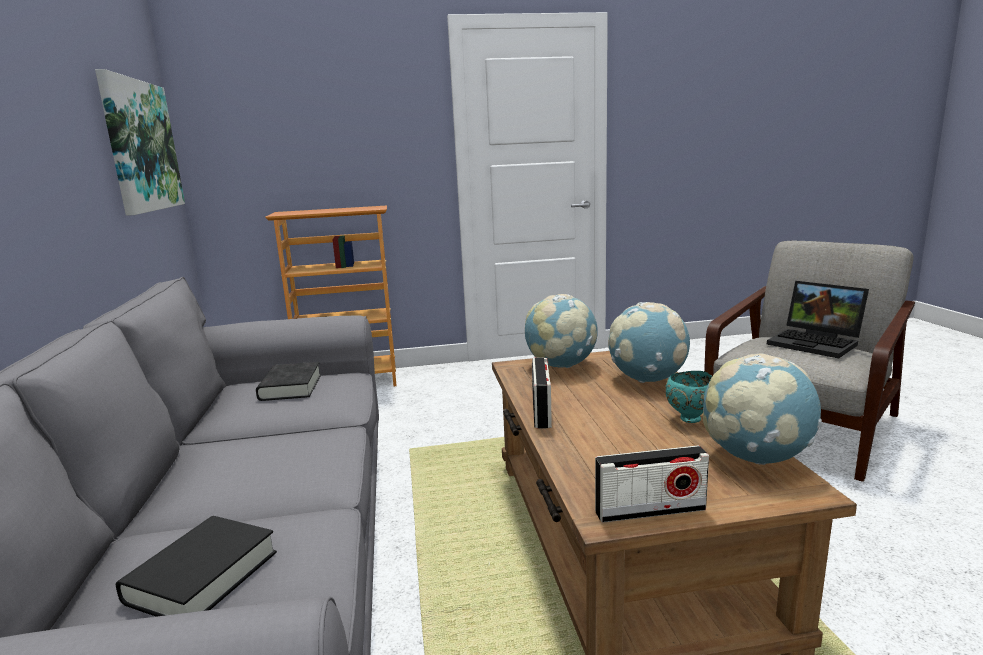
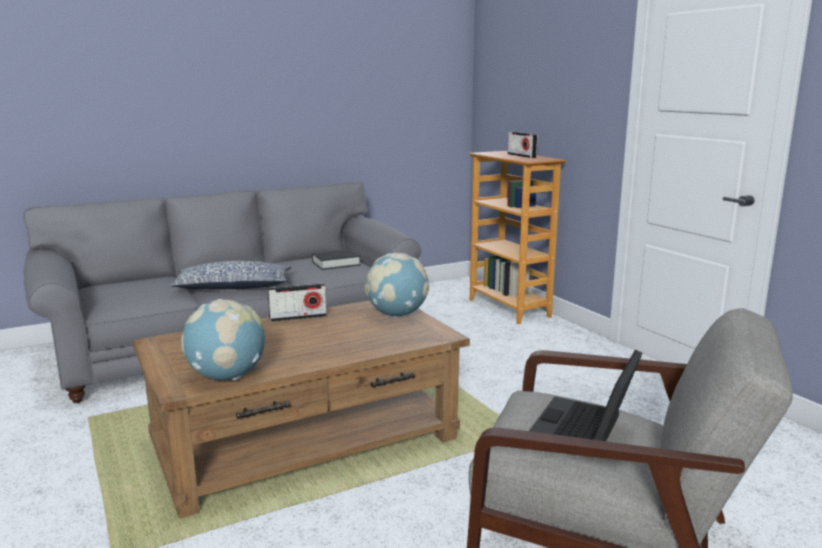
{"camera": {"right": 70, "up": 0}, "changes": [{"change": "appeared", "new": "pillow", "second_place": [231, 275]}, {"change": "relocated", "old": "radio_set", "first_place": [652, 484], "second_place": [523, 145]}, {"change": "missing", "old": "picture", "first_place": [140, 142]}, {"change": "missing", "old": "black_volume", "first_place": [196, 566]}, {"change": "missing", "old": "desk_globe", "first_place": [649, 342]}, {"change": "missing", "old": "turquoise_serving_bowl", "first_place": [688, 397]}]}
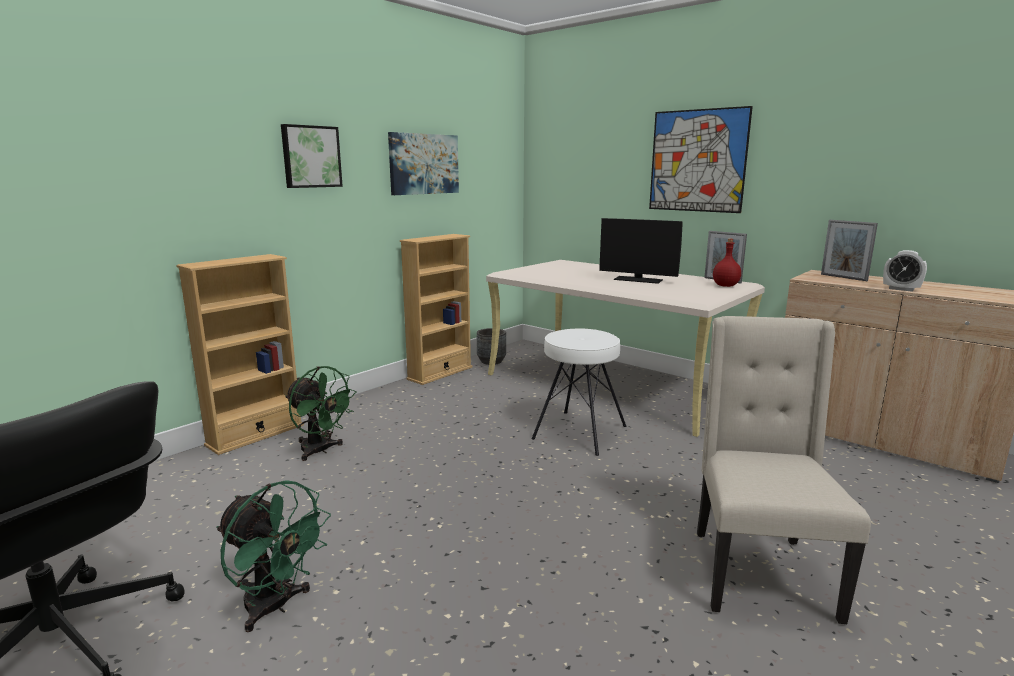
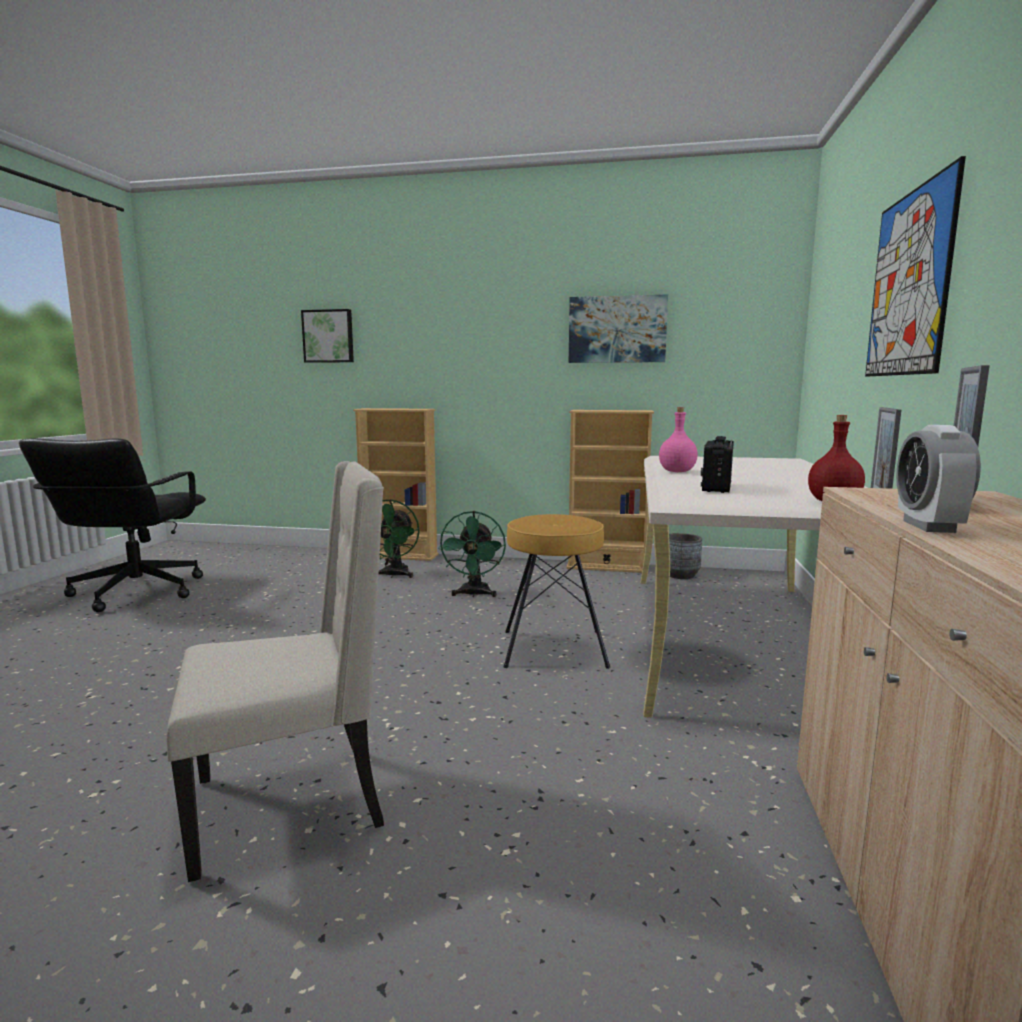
{"camera": {"right": 60, "up": -5}, "changes": [{"change": "relocated", "old": "picture", "first_place": [312, 156], "second_place": [327, 336]}, {"change": "relocated", "old": "green-coloured_electric_fan", "first_place": [274, 556], "second_place": [472, 554]}, {"change": "colour", "old": "whitish_sitting_stool", "new": "brown-coloured_sitting_stool", "first_place": [579, 392], "second_place": [557, 591]}, {"change": "appeared", "new": "pink-coloured_beverage_bottle", "second_place": [678, 439]}, {"change": "appeared", "new": "radio_set", "second_place": [717, 464]}, {"change": "missing", "old": "computer_display", "first_place": [641, 251]}]}
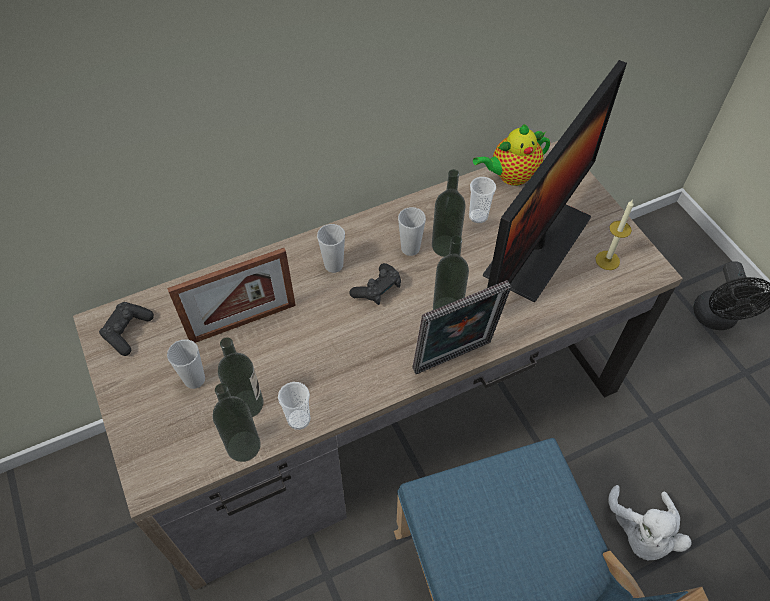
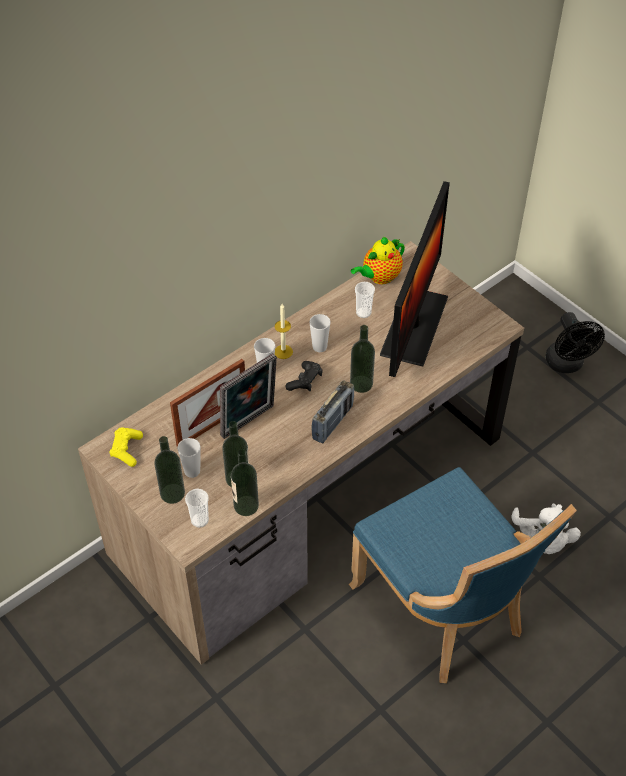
{"camera": {"right": -15, "up": -5}, "changes": [{"change": "colour", "old": "black_joypad", "new": "yellow_joypad", "first_place": [126, 329], "second_place": [126, 447]}, {"change": "relocated", "old": "beverage_bottle", "first_place": [449, 213], "second_place": [169, 470]}, {"change": "relocated", "old": "drinking_cup", "first_place": [294, 406], "second_place": [197, 508]}, {"change": "relocated", "old": "photo_frame", "first_place": [461, 327], "second_place": [248, 396]}, {"change": "relocated", "old": "candle", "first_place": [614, 235], "second_place": [284, 331]}, {"change": "appeared", "new": "radio_set", "second_place": [332, 412]}]}
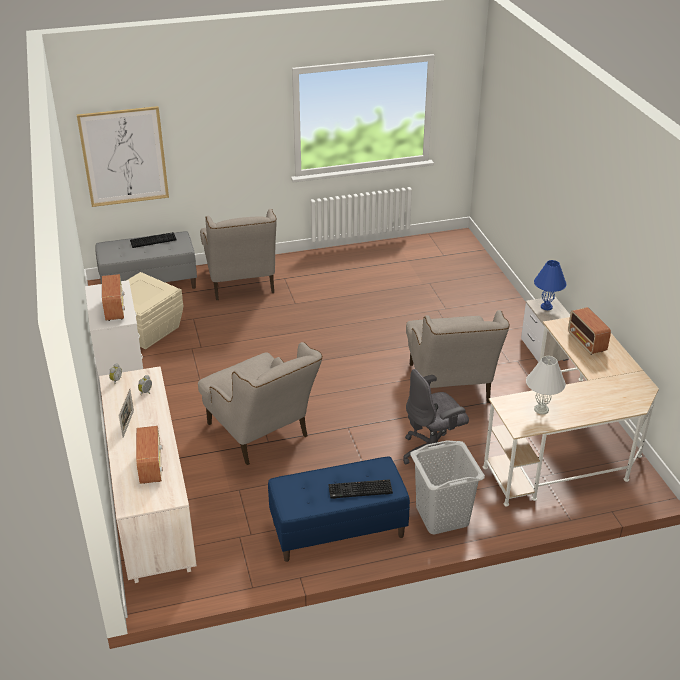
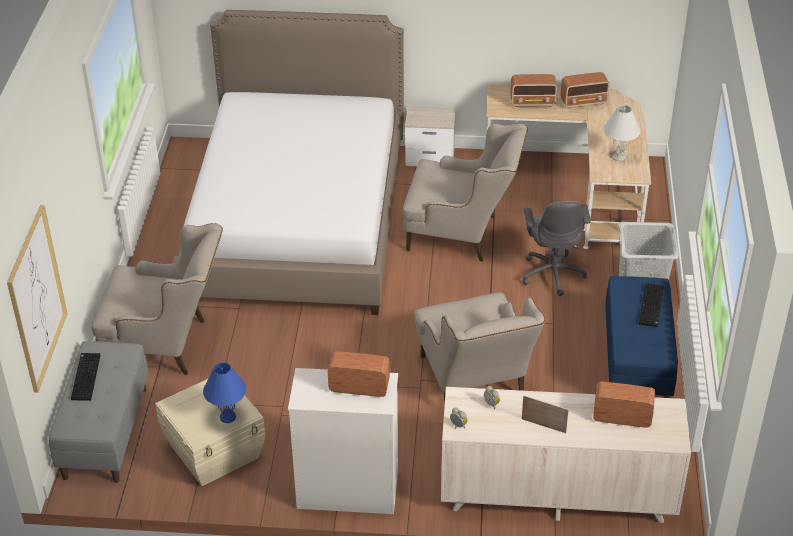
{"camera": {"right": -70, "up": 5}, "changes": [{"change": "appeared", "new": "bedroom_bed", "second_place": [288, 162]}, {"change": "relocated", "old": "blue-coloured_lamp_for_a_table", "first_place": [550, 285], "second_place": [224, 392]}, {"change": "spun", "old": "sand-coloured_armchair", "first_place": [260, 403], "second_place": [479, 347], "degrees": 90}, {"change": "appeared", "new": "radio_set", "second_place": [584, 90]}]}
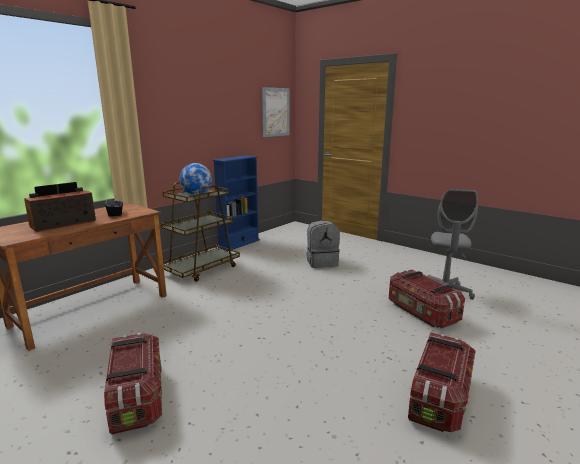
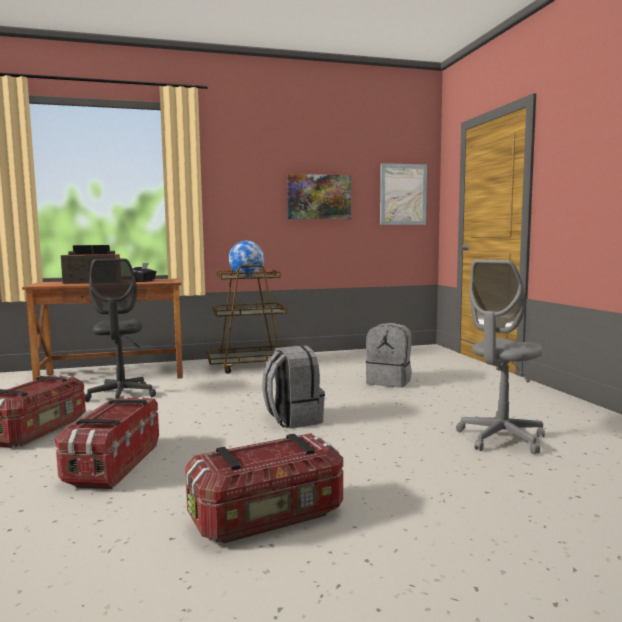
{"camera": {"right": 35, "up": -10}, "changes": [{"change": "relocated", "old": "storage_bin", "first_place": [427, 299], "second_place": [107, 443]}, {"change": "appeared", "new": "gray_office_chair", "second_place": [120, 330]}, {"change": "appeared", "new": "gray_knapsack", "second_place": [293, 387]}, {"change": "appeared", "new": "picture", "second_place": [319, 196]}, {"change": "missing", "old": "blue-coloured_bookshelf", "first_place": [236, 203]}]}
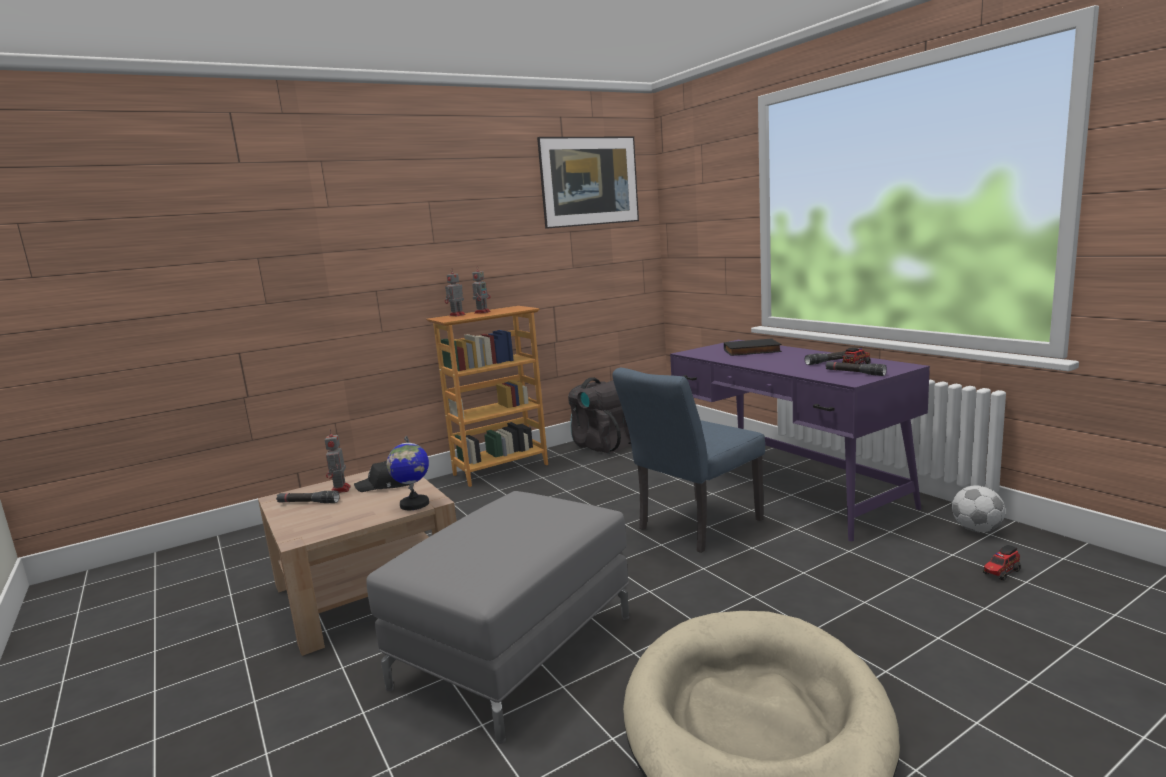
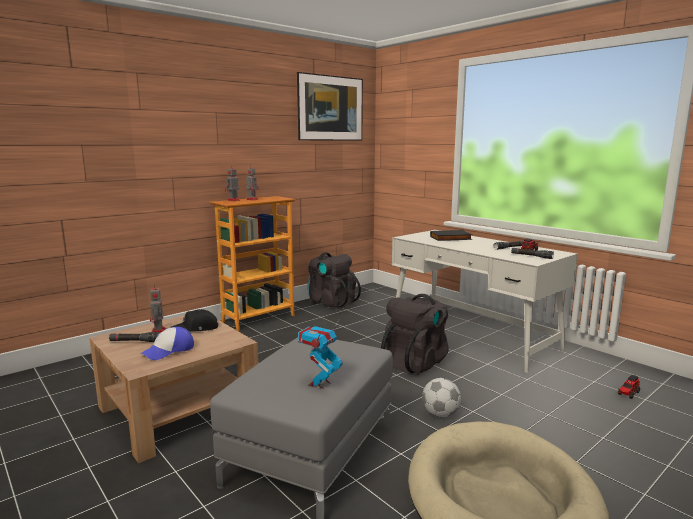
{"camera": {"right": -10, "up": 0}, "changes": [{"change": "appeared", "new": "peaked_cap", "second_place": [167, 343]}, {"change": "appeared", "new": "model_robot", "second_place": [320, 354]}, {"change": "exchanged", "old": "blue-coloured_plain_chair", "new": "black_knapsack", "first_place": [688, 460], "second_place": [415, 335]}, {"change": "colour", "old": "purple-coloured_desk_table", "new": "whitish_desk_table", "first_place": [800, 440], "second_place": [485, 301]}, {"change": "relocated", "old": "football", "first_place": [978, 508], "second_place": [441, 397]}, {"change": "missing", "old": "desk_globe", "first_place": [408, 473]}]}
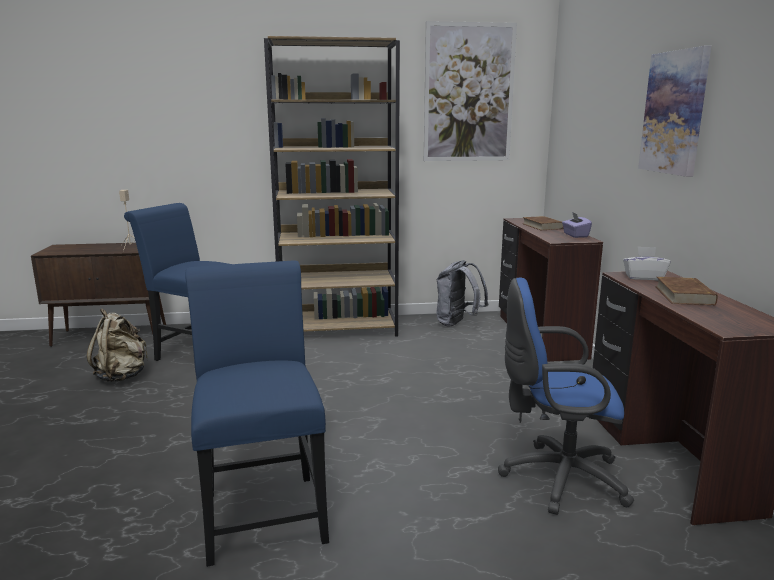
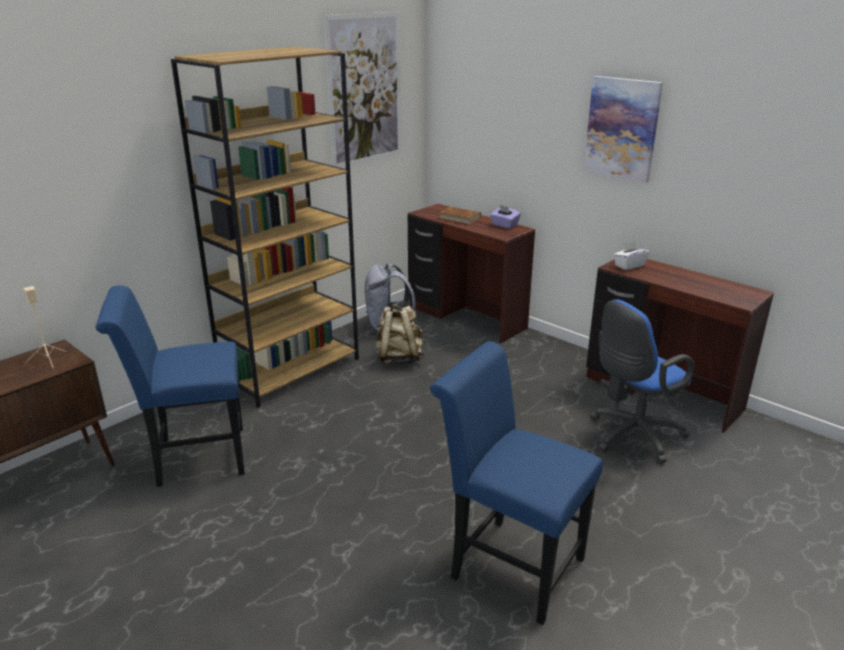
{"camera": {"right": -40, "up": 10}, "changes": [{"change": "relocated", "old": "sand-coloured_knapsack", "first_place": [117, 345], "second_place": [400, 334]}, {"change": "missing", "old": "brown-coloured_volume", "first_place": [686, 291]}]}
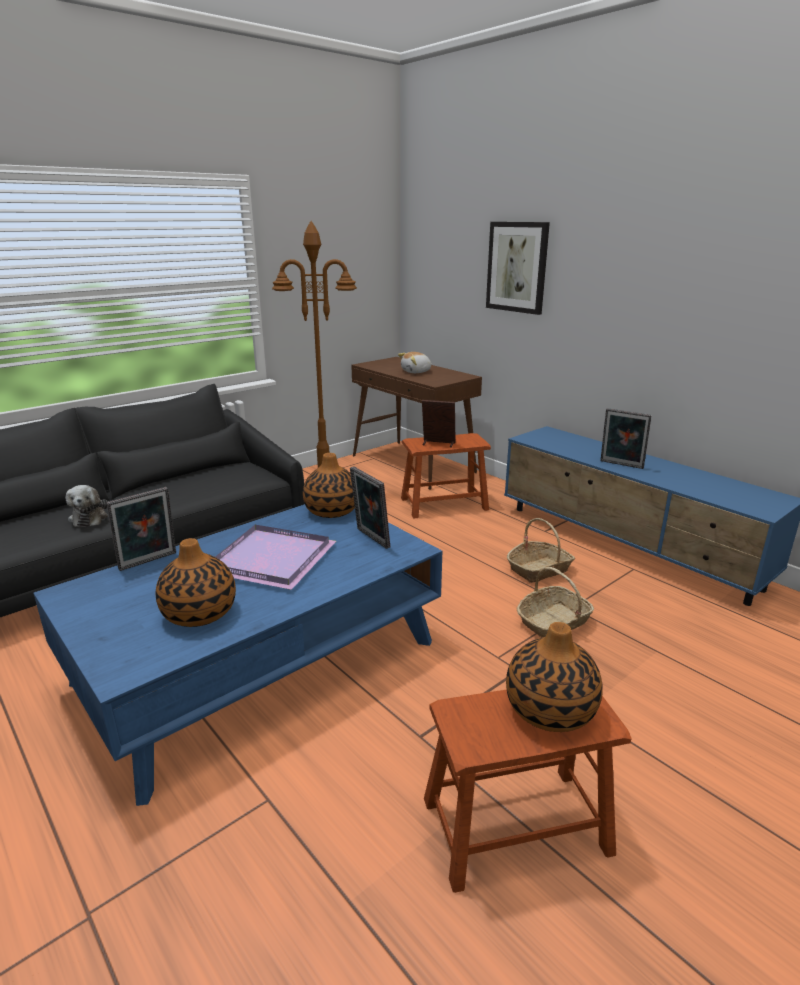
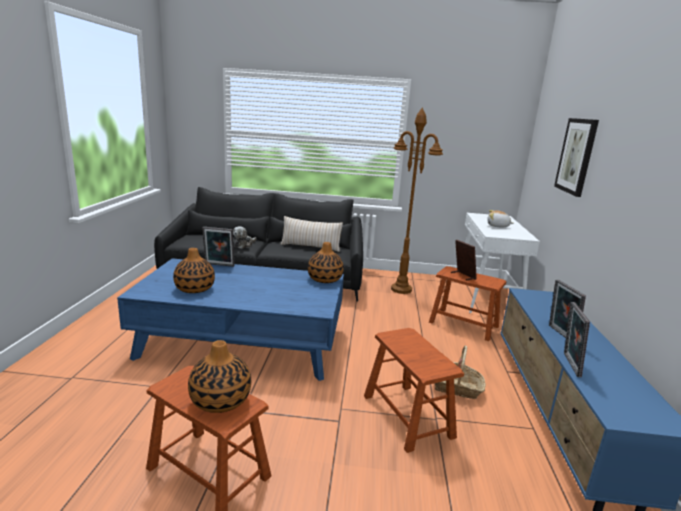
{"camera": {"right": 45, "up": -5}, "changes": [{"change": "appeared", "new": "sand-coloured_pillow", "second_place": [311, 234]}, {"change": "exchanged", "old": "storage_basket", "new": "brown-coloured_sitting_stool", "first_place": [555, 602], "second_place": [414, 390]}, {"change": "colour", "old": "brown-coloured_console_table", "new": "whitish_console_table", "first_place": [416, 423], "second_place": [502, 263]}, {"change": "relocated", "old": "photo_frame", "first_place": [370, 507], "second_place": [577, 339]}, {"change": "missing", "old": "purple-coloured_tray", "first_place": [275, 557]}]}
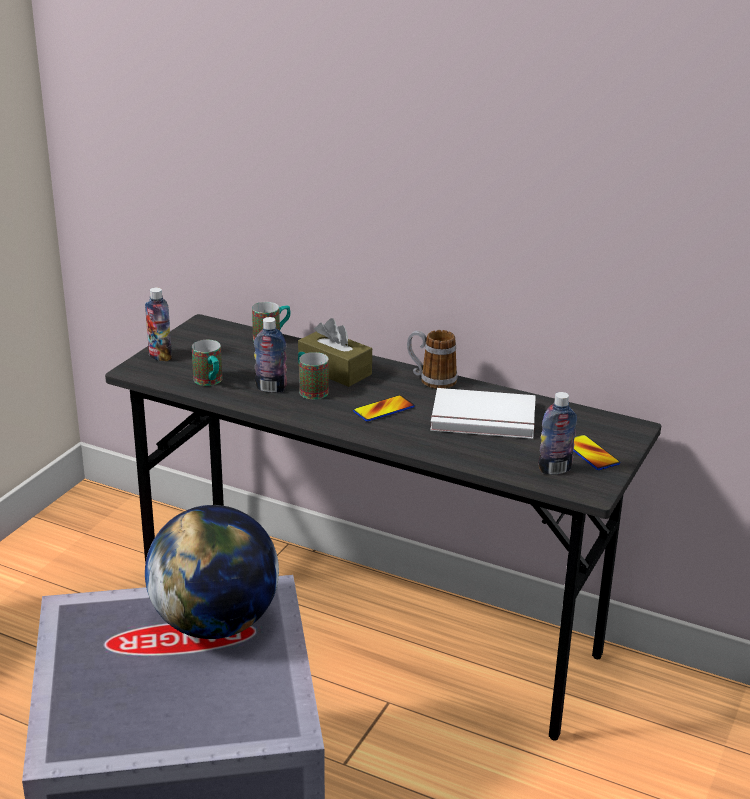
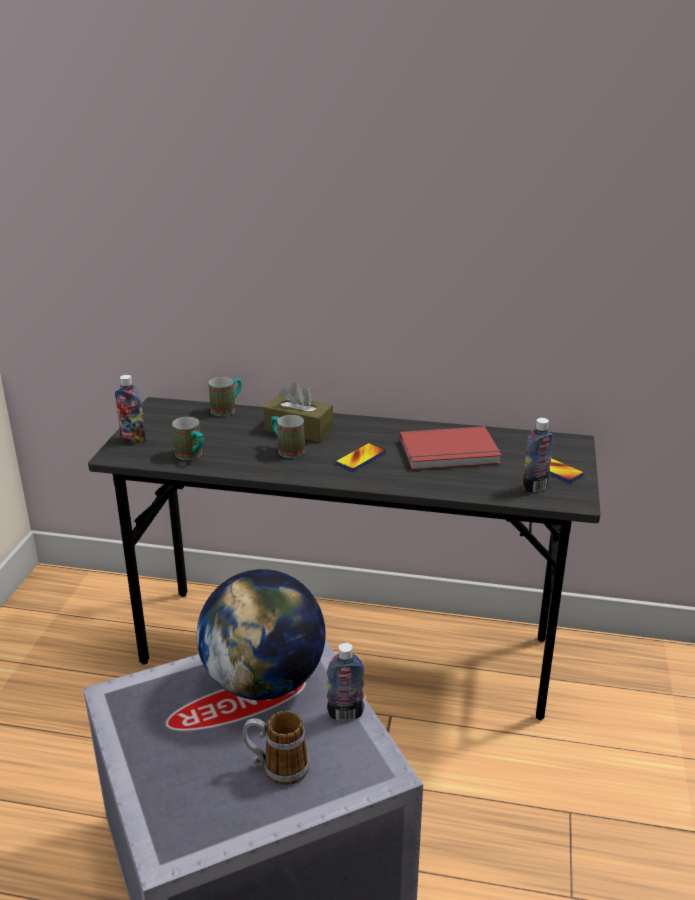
{"camera": {"right": -15, "up": 0}, "changes": [{"change": "relocated", "old": "coffee_mug", "first_place": [432, 359], "second_place": [275, 748]}, {"change": "relocated", "old": "beverage_bottle", "first_place": [270, 355], "second_place": [346, 682]}, {"change": "colour", "old": "whitish_volume", "new": "reddish_volume", "first_place": [483, 413], "second_place": [451, 448]}]}
